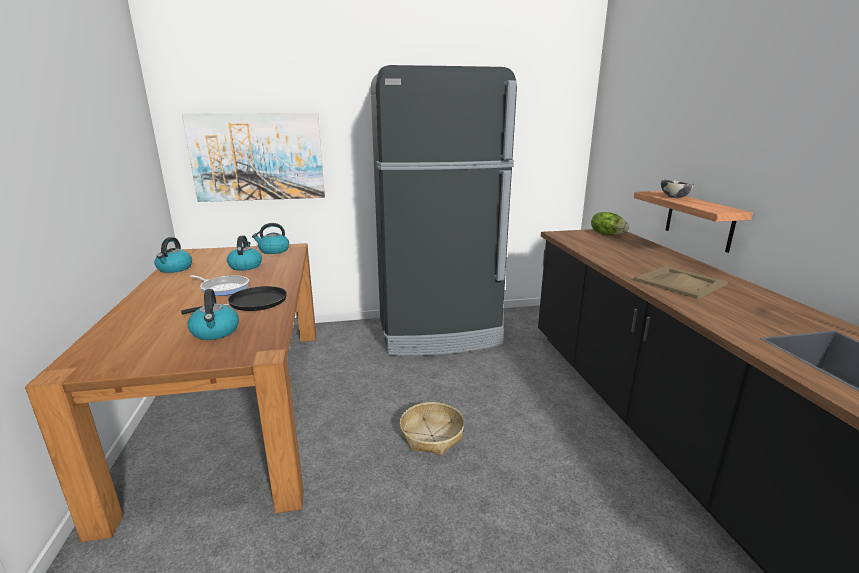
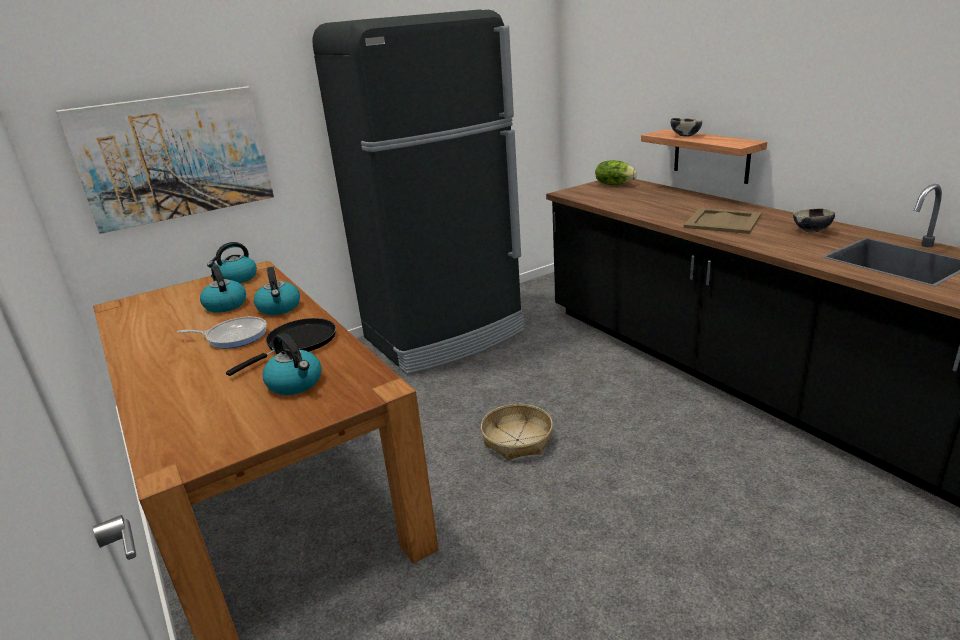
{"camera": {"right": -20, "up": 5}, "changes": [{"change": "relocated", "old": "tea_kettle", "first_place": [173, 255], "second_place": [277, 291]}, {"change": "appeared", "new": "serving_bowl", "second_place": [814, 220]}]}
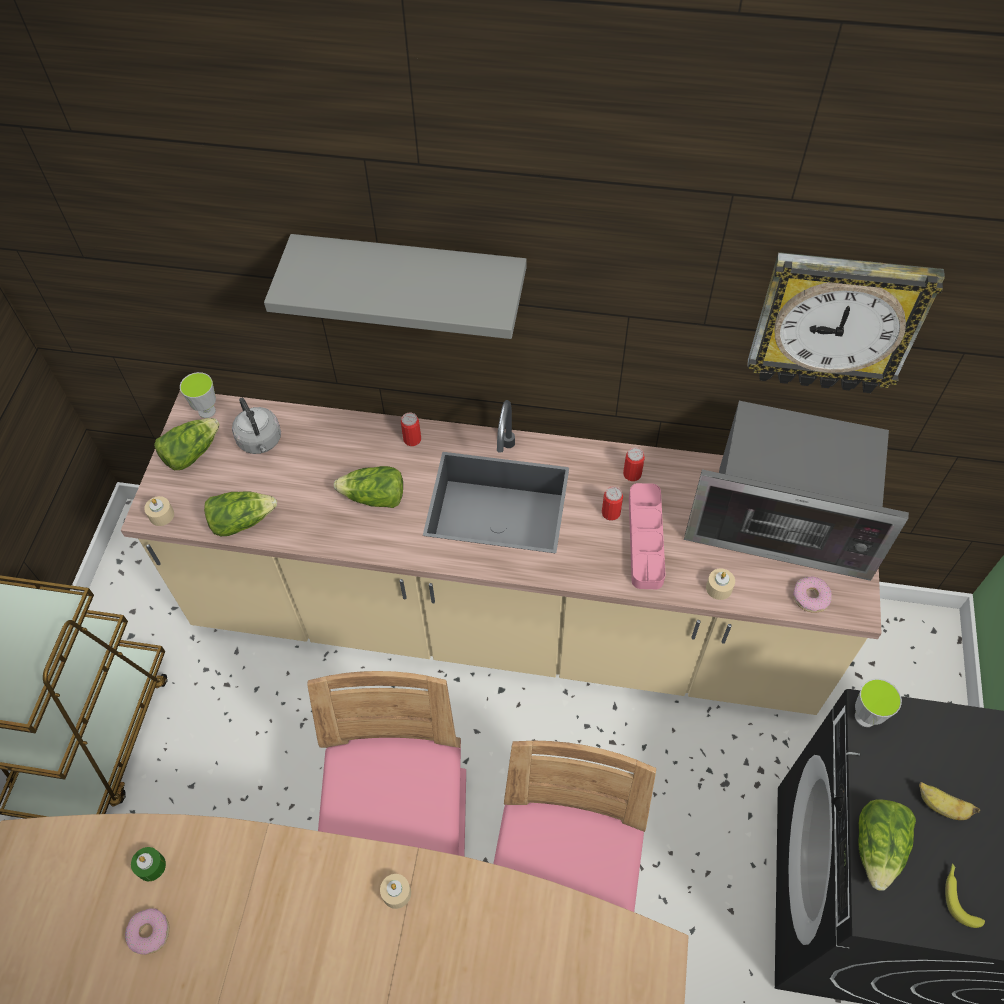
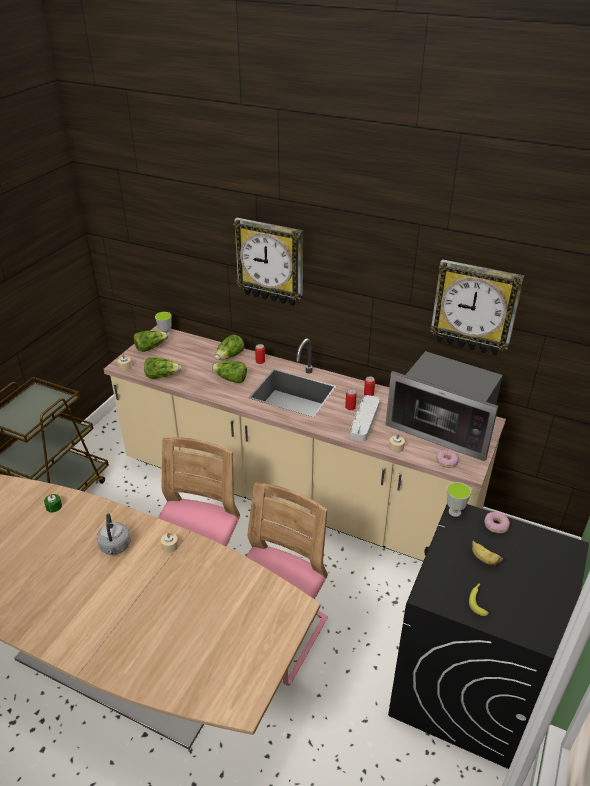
{"camera": {"right": 15, "up": -20}, "changes": [{"change": "relocated", "old": "gray_tea_kettle", "first_place": [256, 426], "second_place": [114, 534]}, {"change": "relocated", "old": "lettuce_head", "first_place": [887, 845], "second_place": [229, 347]}, {"change": "exchanged", "old": "gray_bracket_shelf", "new": "wall_clock", "first_place": [395, 286], "second_place": [268, 262]}, {"change": "colour", "old": "pink-coloured_tray", "new": "gray_tray", "first_place": [647, 536], "second_place": [364, 418]}, {"change": "relocated", "old": "donut", "first_place": [147, 931], "second_place": [497, 522]}]}
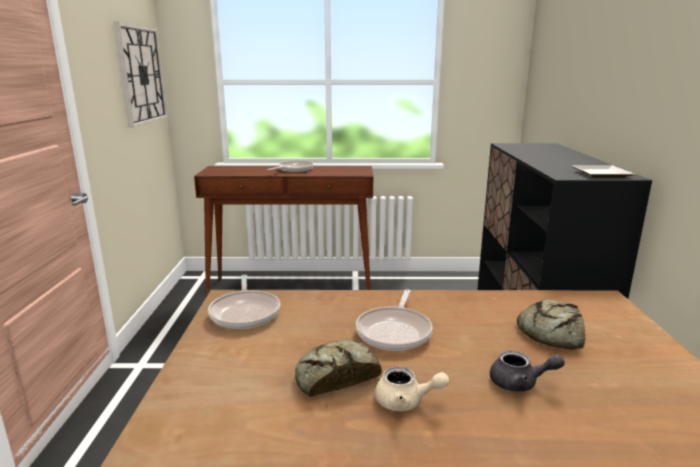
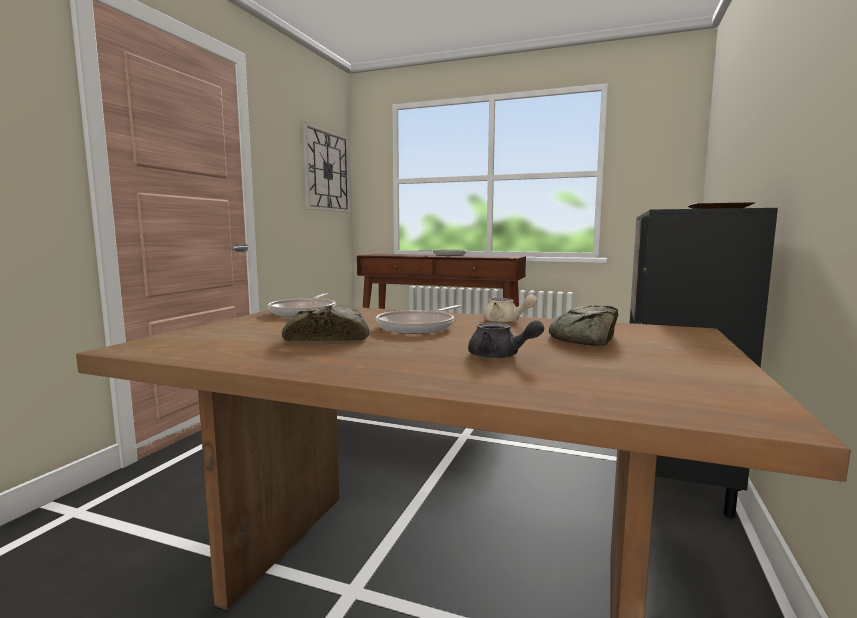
{"camera": {"right": 20, "up": -10}, "changes": [{"change": "relocated", "old": "sand-coloured_pot_for_tea", "first_place": [412, 388], "second_place": [510, 309]}]}
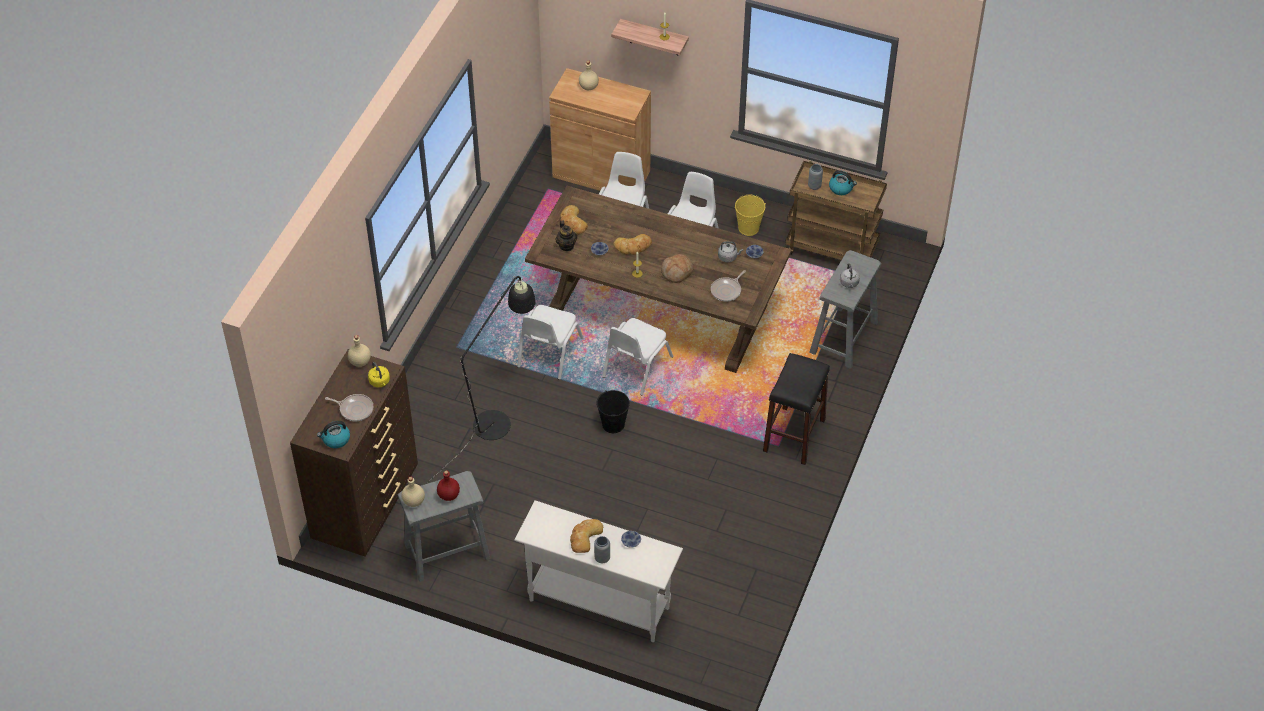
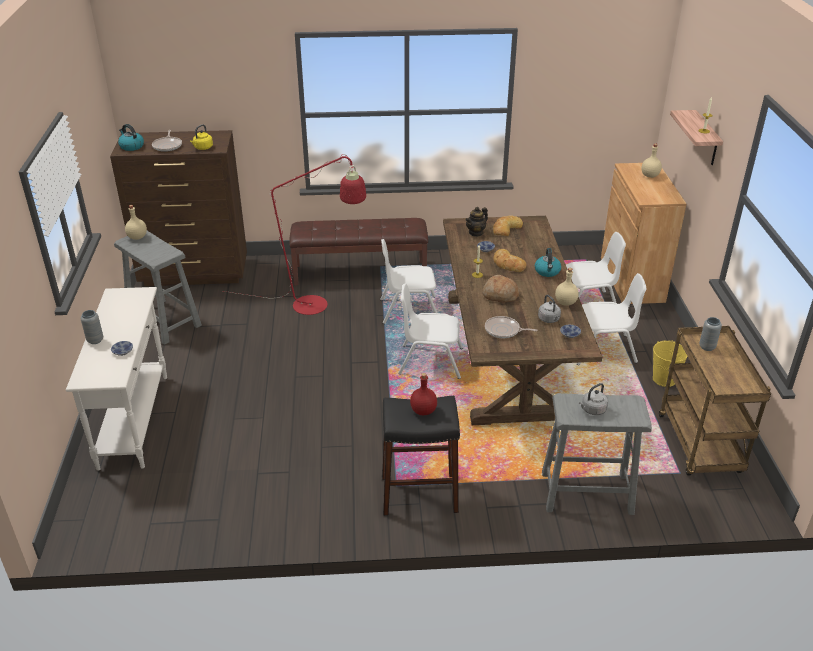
{"camera": {"right": 65, "up": -15}, "changes": [{"change": "colour", "old": "black_floor_lamp", "new": "reddish_floor_lamp", "first_place": [481, 380], "second_place": [294, 234]}, {"change": "appeared", "new": "brown-coloured_long_seat", "second_place": [358, 252]}, {"change": "relocated", "old": "reddish_beverage_bottle", "first_place": [448, 485], "second_place": [423, 394]}, {"change": "relocated", "old": "tea_kettle", "first_place": [843, 182], "second_place": [548, 262]}, {"change": "relocated", "old": "sand-coloured_beverage_bottle", "first_place": [359, 351], "second_place": [567, 287]}, {"change": "missing", "old": "baked_bread", "first_place": [586, 536]}, {"change": "missing", "old": "black_pail", "first_place": [613, 411]}]}
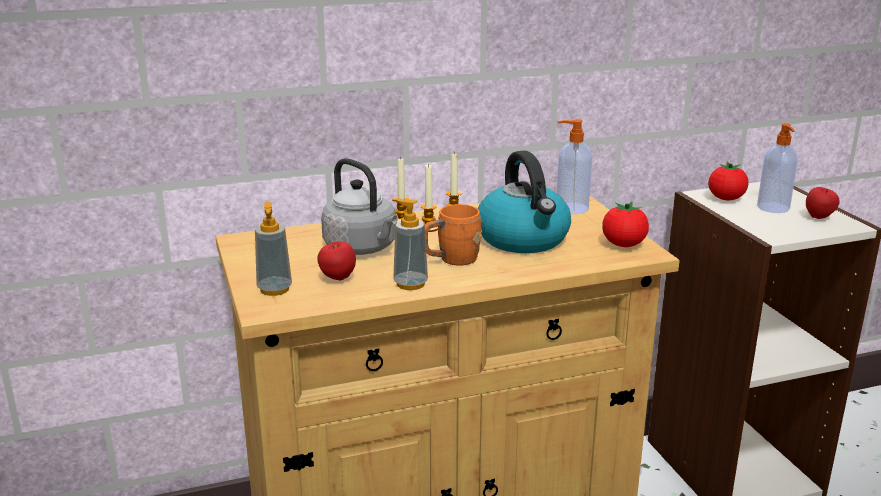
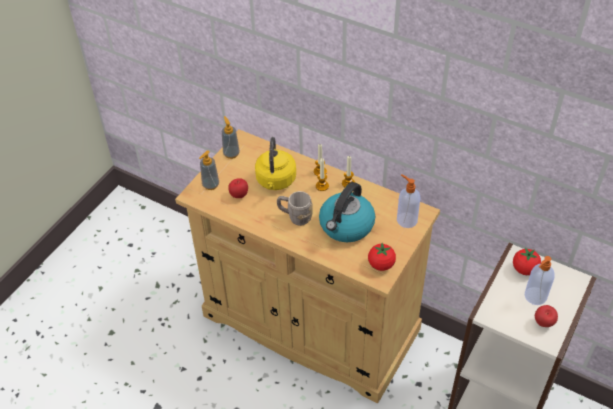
{"camera": {"right": 50, "up": 25}, "changes": [{"change": "relocated", "old": "soap_dispenser", "first_place": [410, 244], "second_place": [231, 137]}, {"change": "colour", "old": "gray_tea_kettle", "new": "yellow_tea_kettle", "first_place": [359, 206], "second_place": [275, 163]}, {"change": "colour", "old": "orange-coloured_coffee_mug", "new": "gray_coffee_mug", "first_place": [453, 235], "second_place": [295, 208]}]}
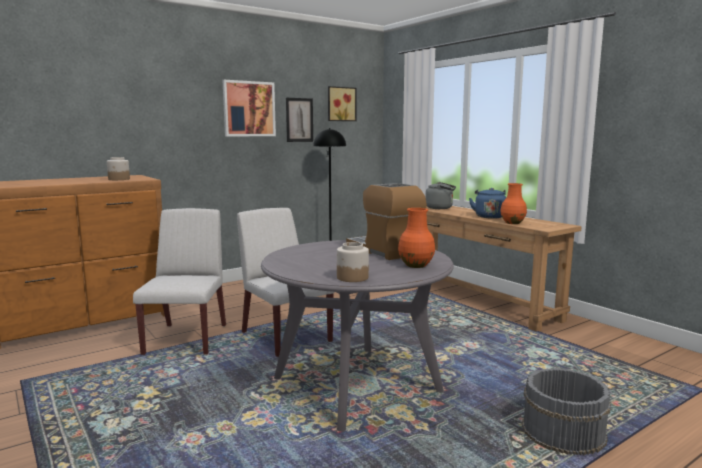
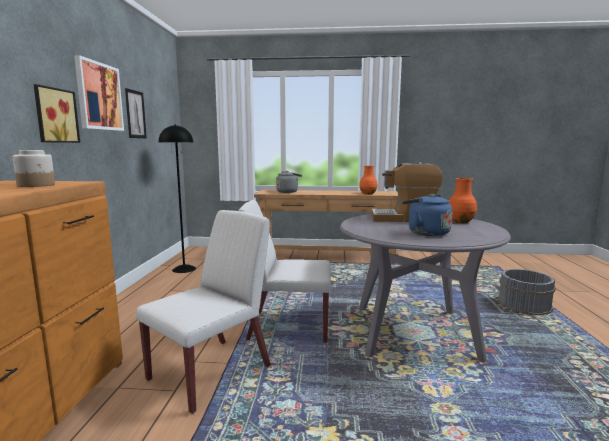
{"camera": {"right": -50, "up": 0}, "changes": [{"change": "relocated", "old": "picture", "first_place": [342, 103], "second_place": [56, 113]}, {"change": "spun", "old": "whitish_plain_chair", "first_place": [179, 281], "second_place": [203, 312], "degrees": 90}, {"change": "relocated", "old": "blue-coloured_tea_kettle", "first_place": [487, 203], "second_place": [427, 215]}, {"change": "missing", "old": "jar", "first_place": [353, 262]}]}
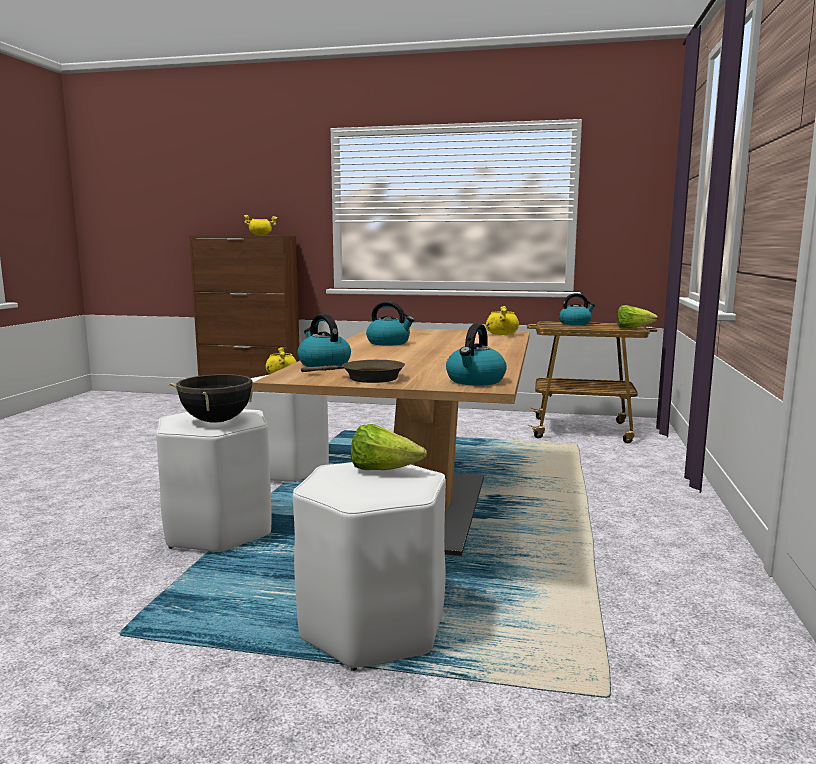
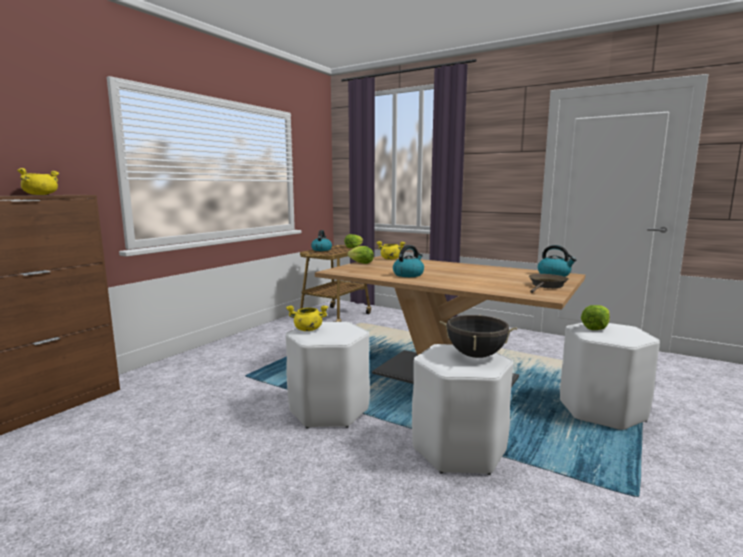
{"camera": {"right": -70, "up": 0}, "changes": [{"change": "appeared", "new": "lettuce_head", "second_place": [360, 255]}, {"change": "missing", "old": "tea_kettle", "first_place": [324, 340]}]}
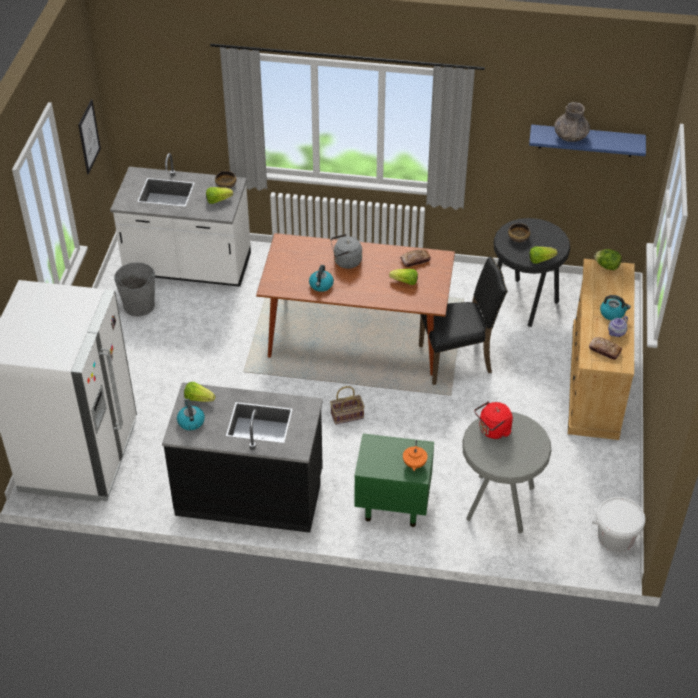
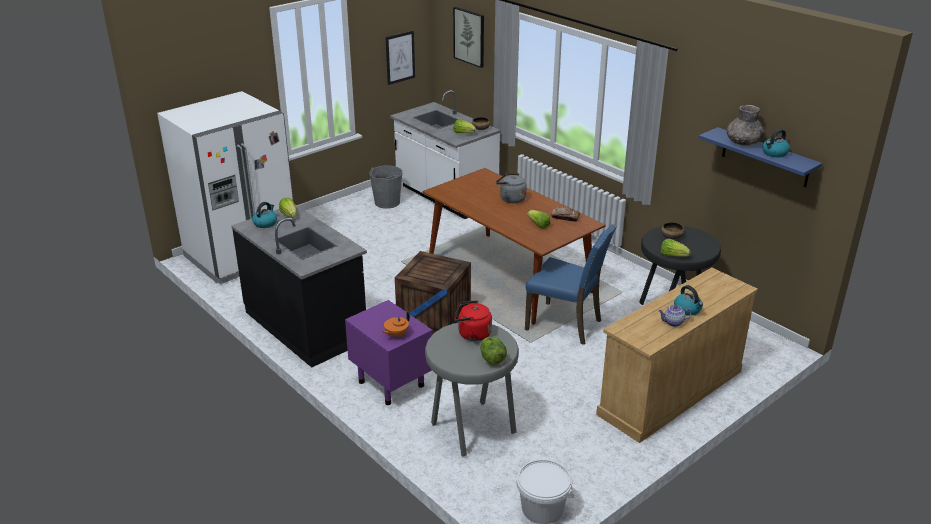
{"camera": {"right": 40, "up": -15}, "changes": [{"change": "colour", "old": "green-coloured_bedside_table", "new": "purple-coloured_bedside_table", "first_place": [394, 480], "second_place": [389, 352]}, {"change": "exchanged", "old": "storage_basket", "new": "crate", "first_place": [347, 405], "second_place": [433, 292]}, {"change": "appeared", "new": "picture", "second_place": [468, 37]}, {"change": "relocated", "old": "lettuce_head", "first_place": [608, 259], "second_place": [493, 351]}, {"change": "colour", "old": "black_plain_chair", "new": "blue-coloured_plain_chair", "first_place": [463, 321], "second_place": [570, 284]}, {"change": "relocated", "old": "tea_kettle", "first_place": [321, 278], "second_place": [776, 143]}, {"change": "missing", "old": "baked_bread", "first_place": [605, 348]}]}
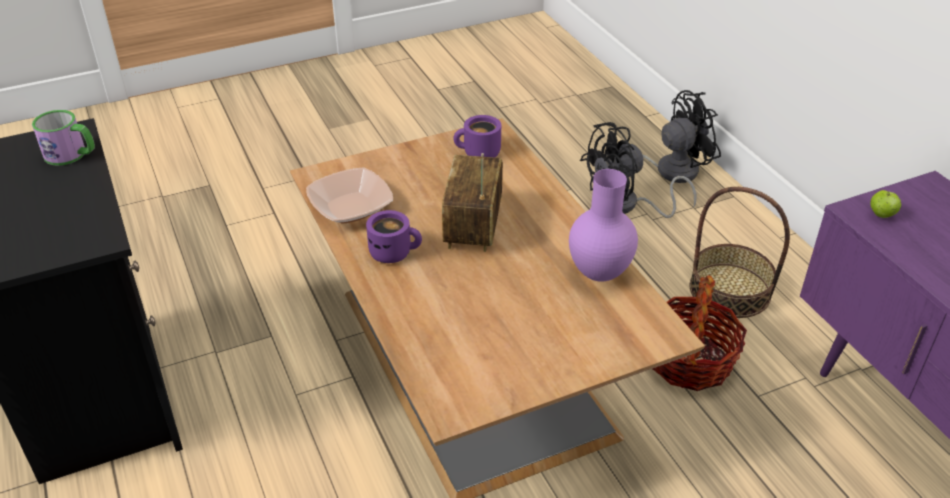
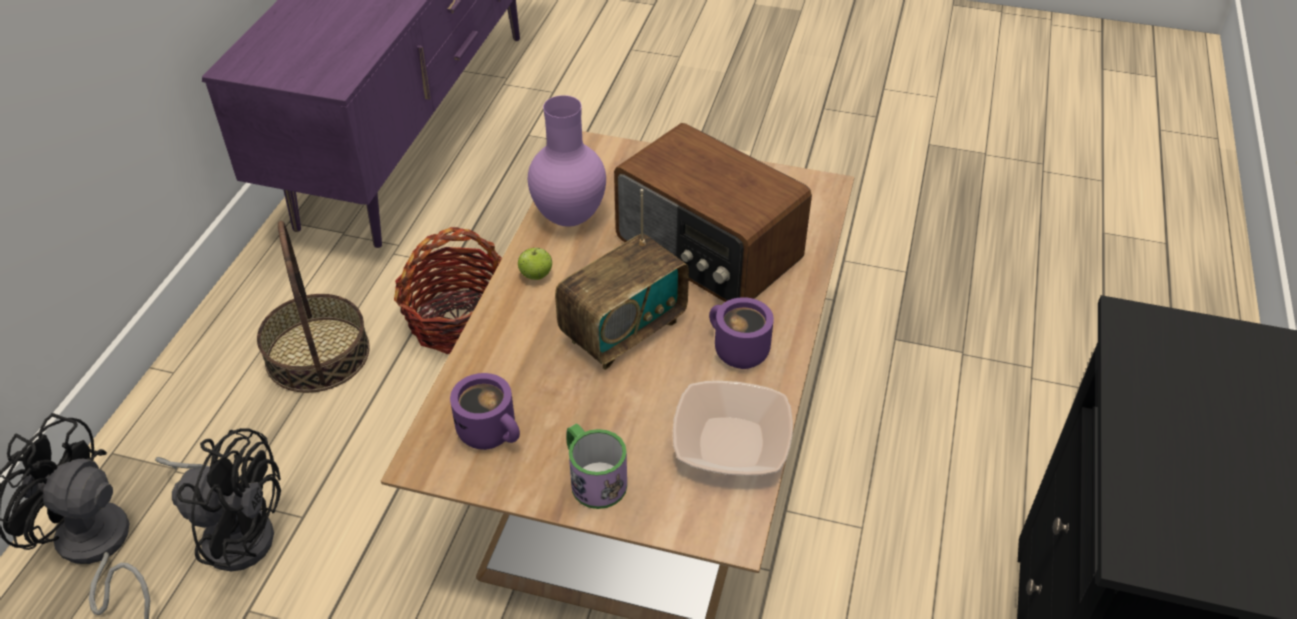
{"camera": {"right": -140, "up": 5}, "changes": [{"change": "relocated", "old": "apple", "first_place": [885, 204], "second_place": [535, 264]}, {"change": "relocated", "old": "coffee_mug", "first_place": [63, 138], "second_place": [597, 466]}, {"change": "appeared", "new": "radio_set", "second_place": [713, 212]}]}
